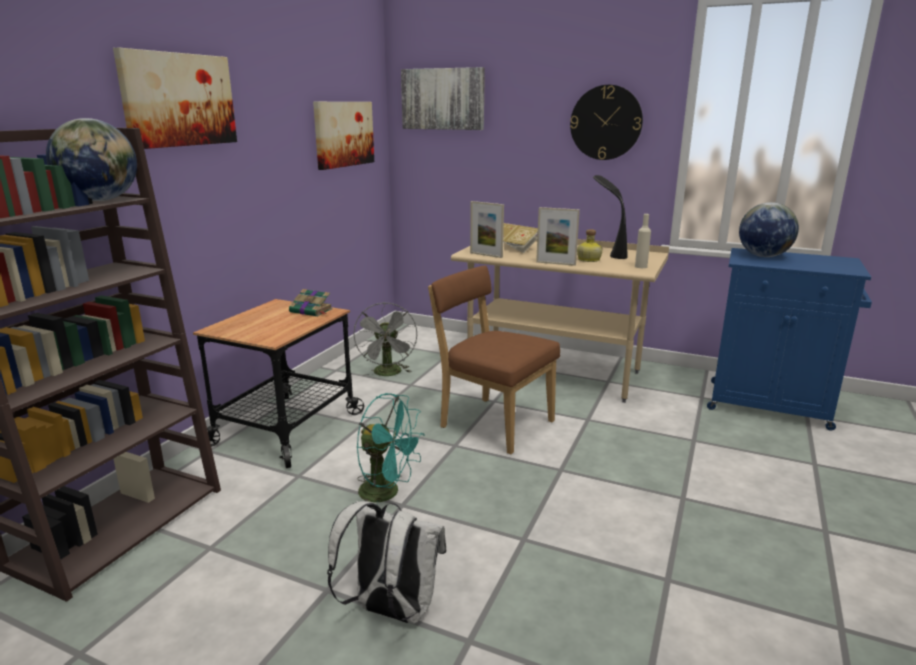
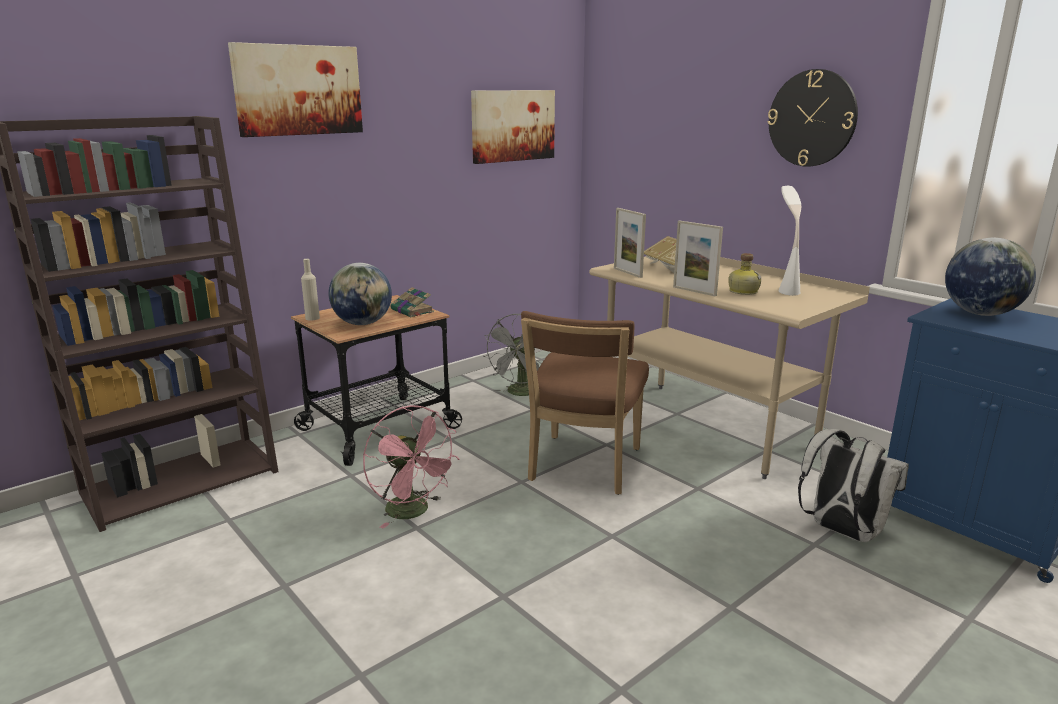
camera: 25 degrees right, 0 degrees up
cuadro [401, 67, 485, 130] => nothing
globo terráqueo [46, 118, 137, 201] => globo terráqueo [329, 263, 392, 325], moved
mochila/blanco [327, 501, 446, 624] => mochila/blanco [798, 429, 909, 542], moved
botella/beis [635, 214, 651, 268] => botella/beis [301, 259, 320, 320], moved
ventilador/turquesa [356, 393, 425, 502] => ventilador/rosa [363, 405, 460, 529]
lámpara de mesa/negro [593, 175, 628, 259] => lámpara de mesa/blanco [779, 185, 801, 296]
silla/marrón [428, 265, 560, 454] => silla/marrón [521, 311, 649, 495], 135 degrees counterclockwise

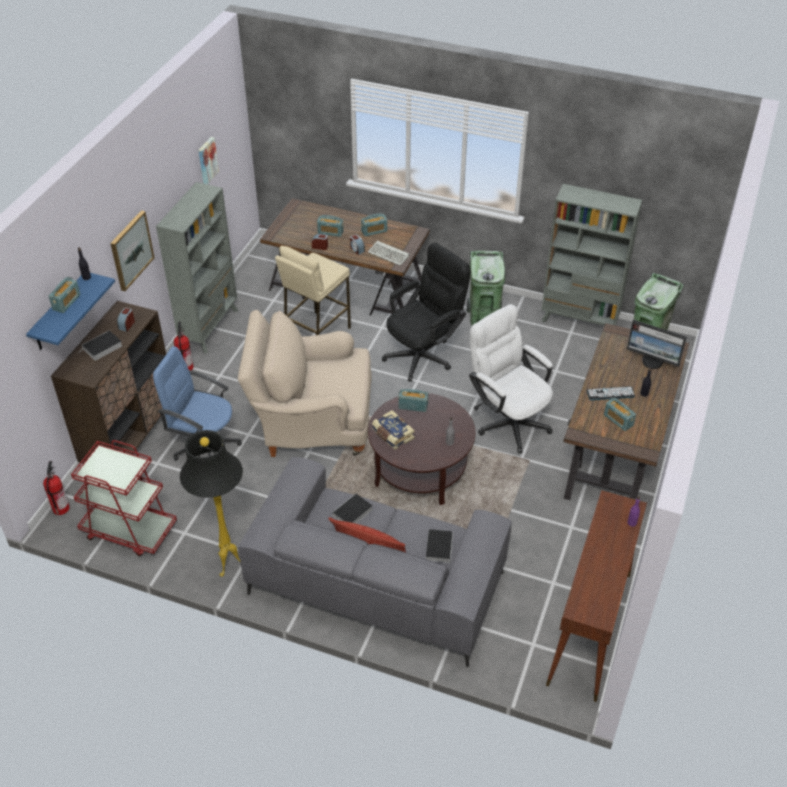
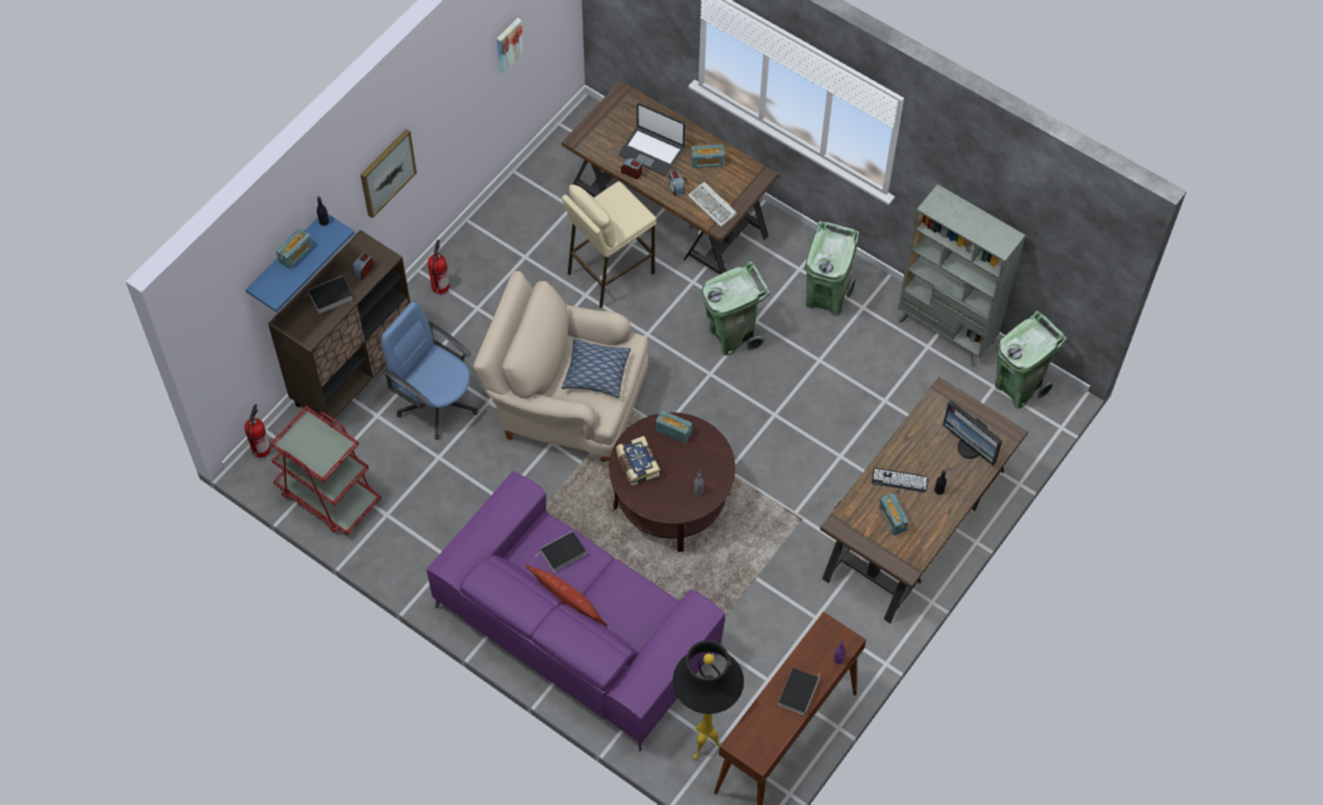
camera: 15 degrees right, 15 degrees up
estantería/gris [156, 182, 238, 354] => nothing
silla de oficina/blanco [469, 304, 553, 453] => nothing
nothing => cojín [562, 339, 631, 398]
lámpara de pie/negro [180, 430, 243, 577] => lámpara de pie/negro [673, 640, 744, 760], moved
libro [426, 529, 453, 563] => libro [778, 668, 820, 715], moved
radio [317, 215, 344, 237] => portátil [619, 103, 685, 176]
silla de oficina/negro [382, 243, 471, 382] => papelera/verde [701, 260, 770, 356]
sofá/gris [238, 457, 512, 667] => sofá/morado [427, 471, 725, 752]

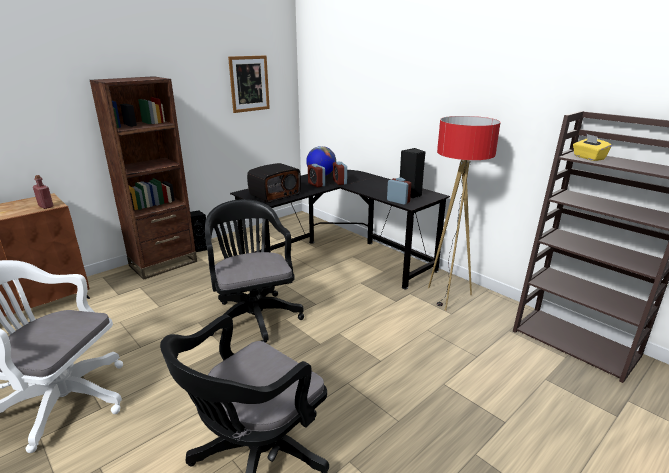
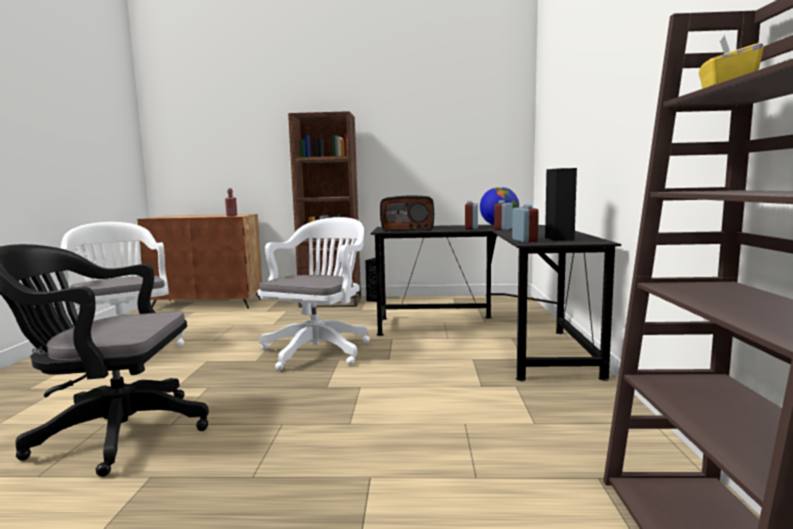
camera: 45 degrees right, 15 degrees down
cuadro [228, 55, 270, 113] => nothing
lámpara de pie [428, 116, 501, 311] => nothing
silla de oficina/negro [205, 199, 304, 343] => silla de oficina/blanco [258, 217, 370, 371]

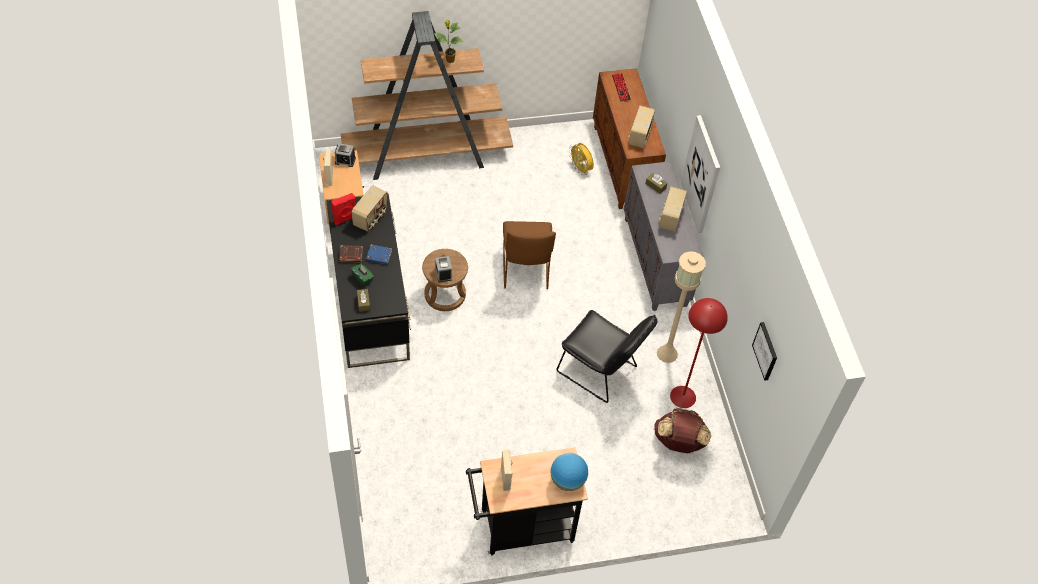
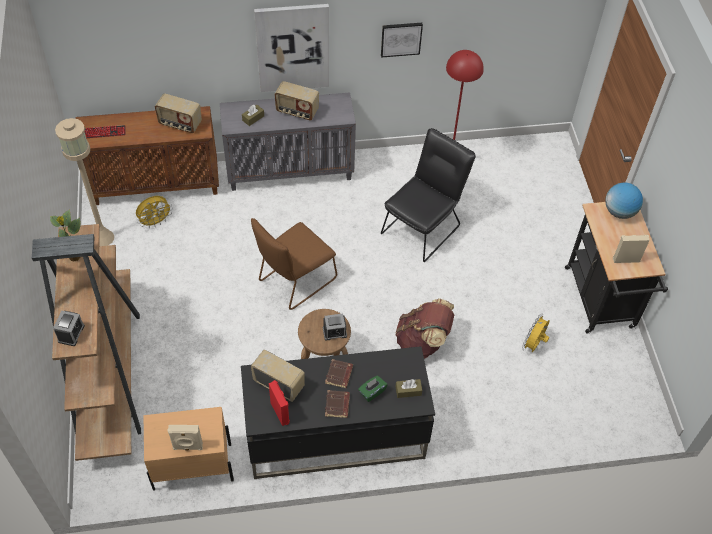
camera: 85 degrees left, 0 degrees up
nothing => ventilador/amarillo [522, 314, 550, 352]
despertador [335, 143, 356, 167] => despertador [53, 311, 85, 346], moved
mochila/marrón [654, 408, 711, 453] => mochila/marrón [395, 299, 454, 359], moved
lámpara de pie/beis [657, 251, 706, 363] => lámpara de pie/beis [55, 118, 114, 246], moved
cuadro [752, 322, 777, 381] => cuadro [381, 23, 423, 58], moved
libro/azul [366, 245, 392, 264] => libro/marrón [325, 359, 353, 388]
silla/marrón [503, 221, 556, 289] => silla/marrón [251, 218, 337, 310], 135 degrees clockwise

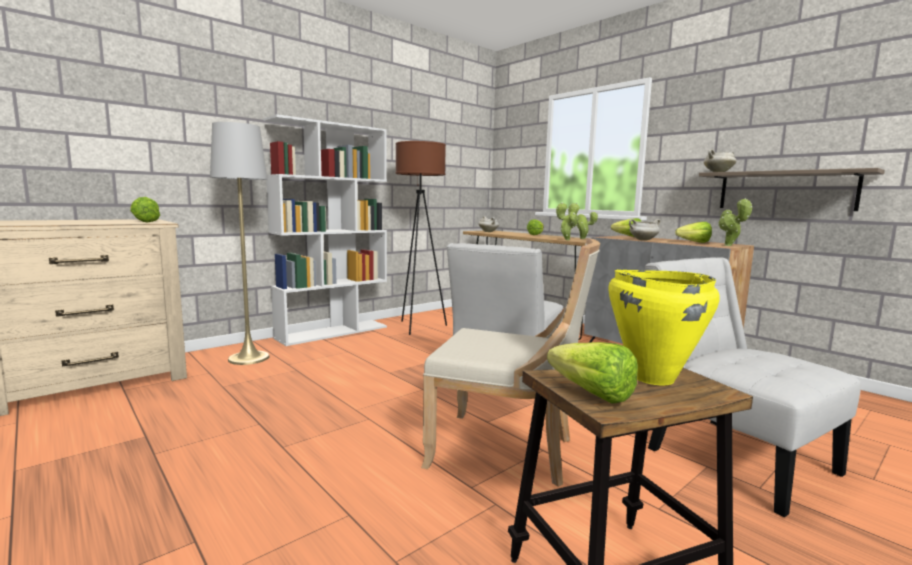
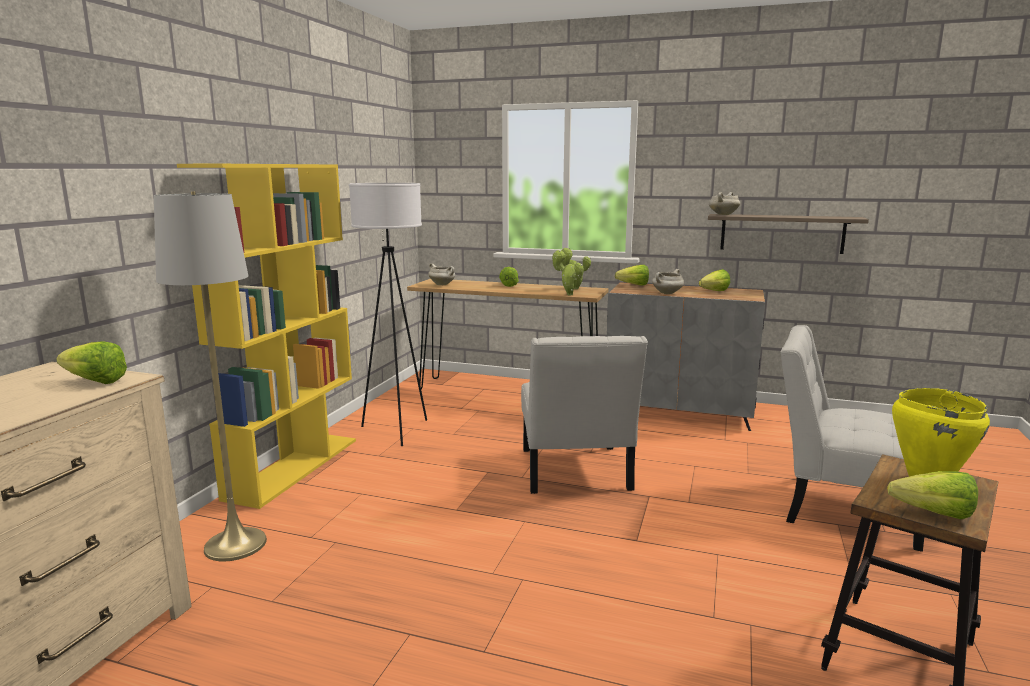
camera: 30 degrees left, 5 degrees up
silla/beis [421, 238, 600, 487] => nothing
planta en maceta [718, 198, 752, 246] => nothing
estantería/blanco [264, 114, 387, 346] => estantería/amarillo [177, 164, 356, 509]
lámpara de pie/marrón [396, 141, 447, 335] => lámpara de pie/blanco [349, 183, 427, 446]

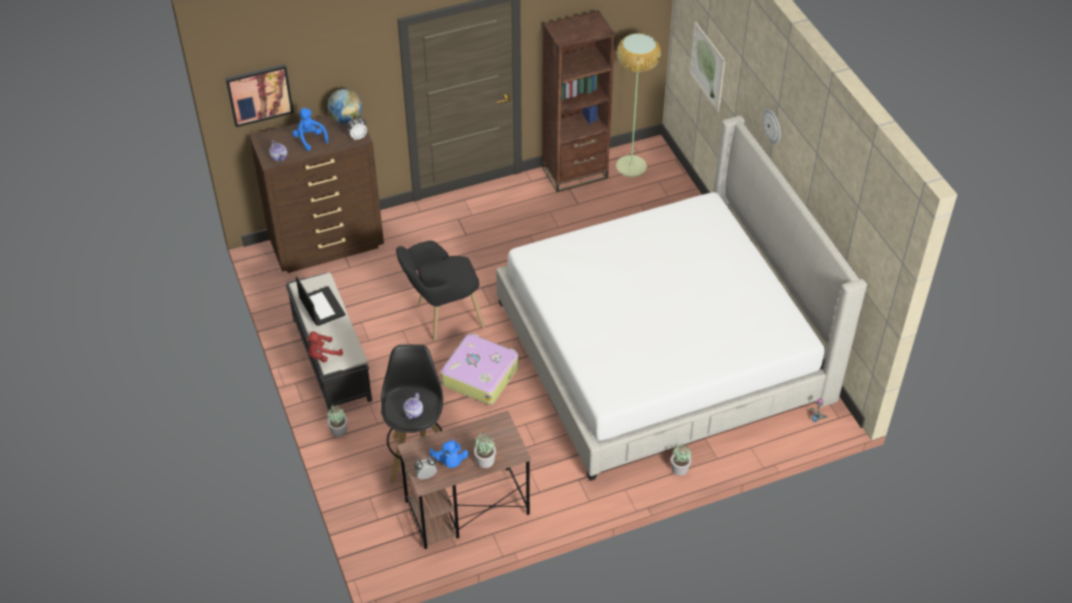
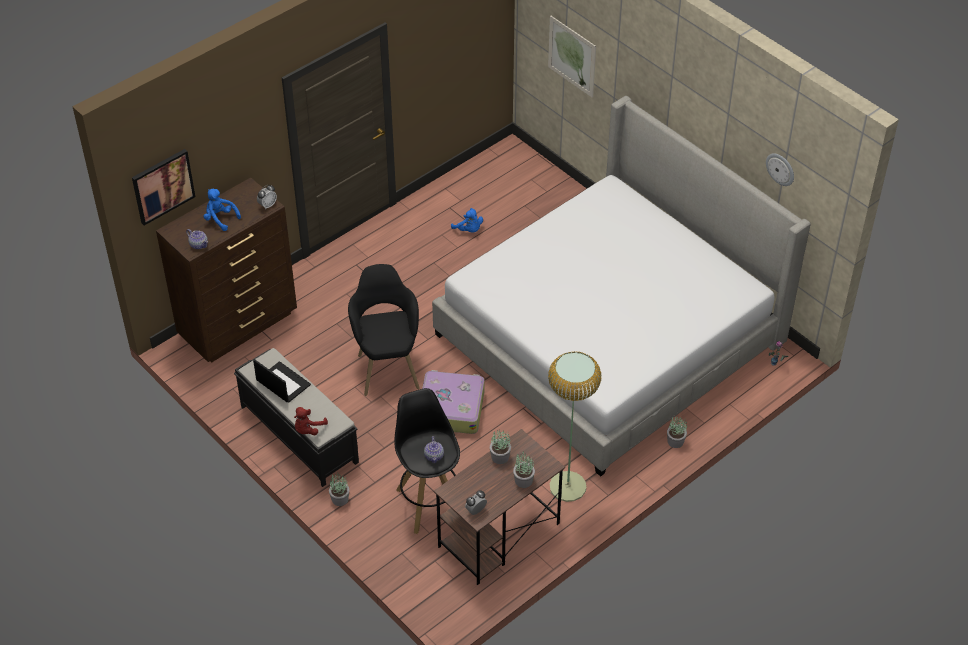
camera: 20 degrees left, 0 degrees up
globo terráqueo [327, 89, 362, 124] => nothing
estantería/marrón [542, 10, 615, 192] => nothing
nothing => planta en maceta [490, 430, 511, 464]
peluche/azul [430, 439, 469, 468] => peluche/azul [451, 208, 483, 233], moved
lámpara de pie [616, 33, 661, 177] => lámpara de pie [548, 351, 601, 502], moved
reloj de pared [763, 109, 781, 144] => reloj de pared [766, 153, 794, 186], moved
sillón/negro [396, 241, 485, 341] => sillón/negro [348, 264, 420, 396], 120 degrees clockwise

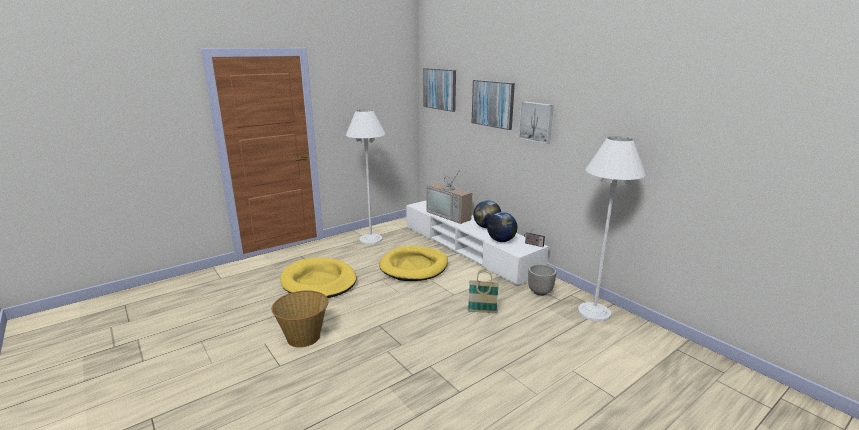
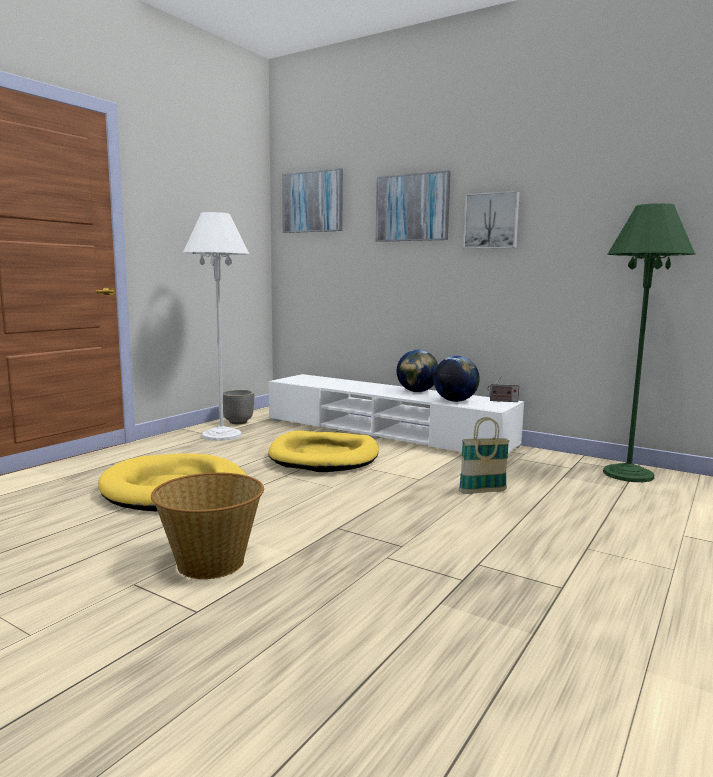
camera: 20 degrees left, 10 degrees down
televisor [427, 162, 472, 224] => nothing
maceta [528, 264, 556, 296] => maceta [223, 390, 254, 424], moved
lámpara de pie/blanco [578, 137, 646, 321] => lámpara de pie/verde [603, 203, 695, 482]

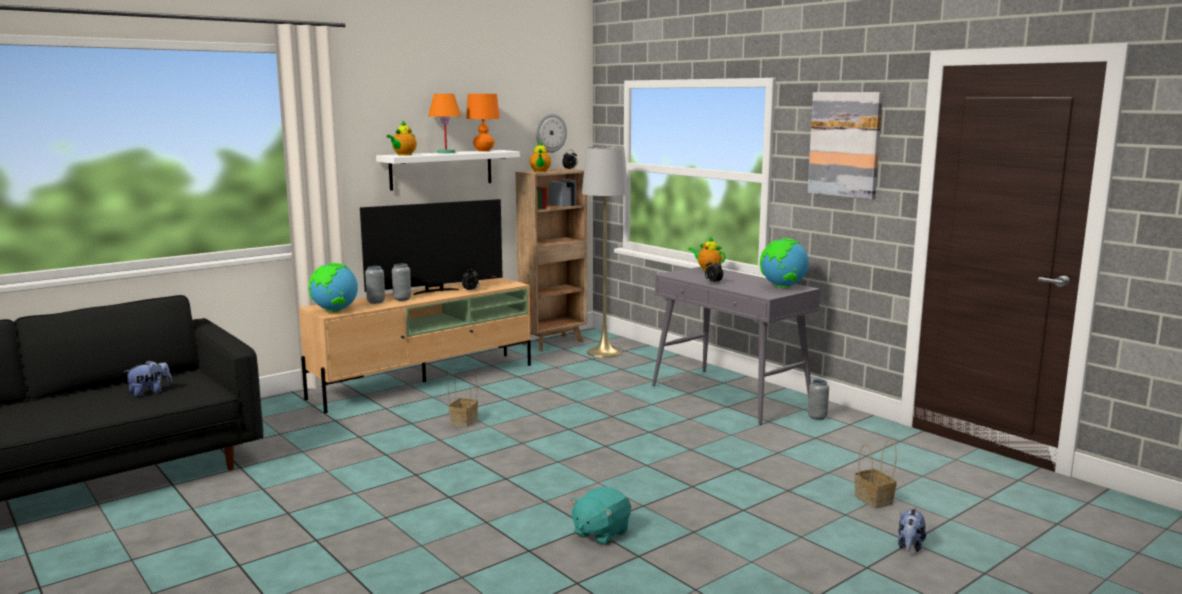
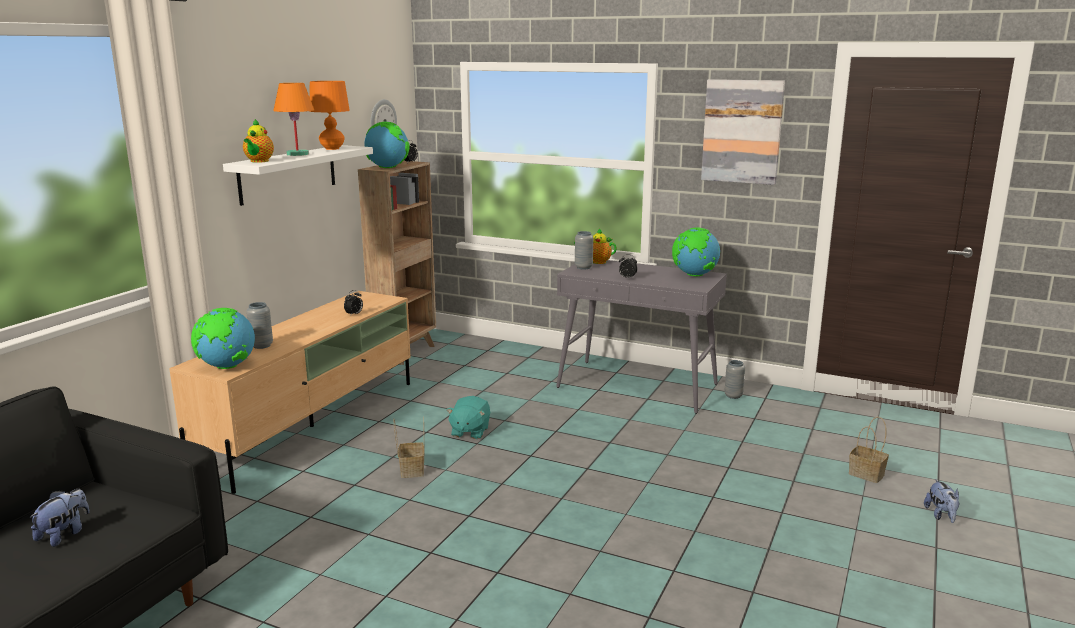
camera: 25 degrees left, 5 degrees up
televisor [360, 199, 503, 295] => nothing
lámpara de pie/gris [582, 146, 628, 358] => nothing
florero/gris [392, 264, 411, 301] => florero/gris [575, 231, 593, 269], moved
peluche/turquesa [570, 487, 631, 545] => peluche/turquesa [446, 396, 490, 439], moved
tetera [530, 141, 551, 172] => globo terráqueo [364, 122, 410, 168]

